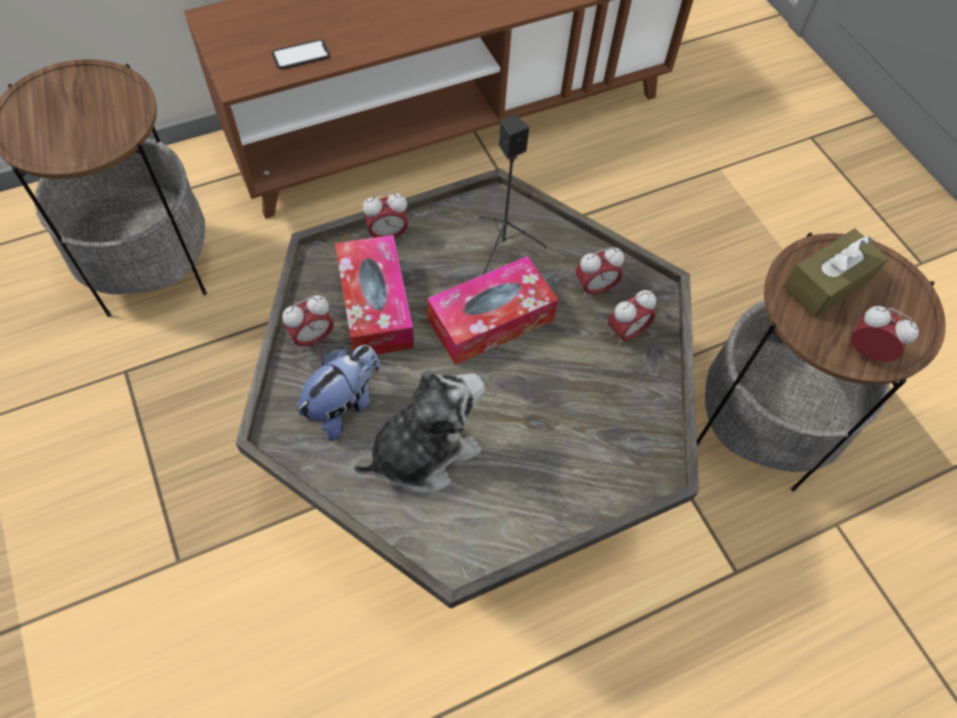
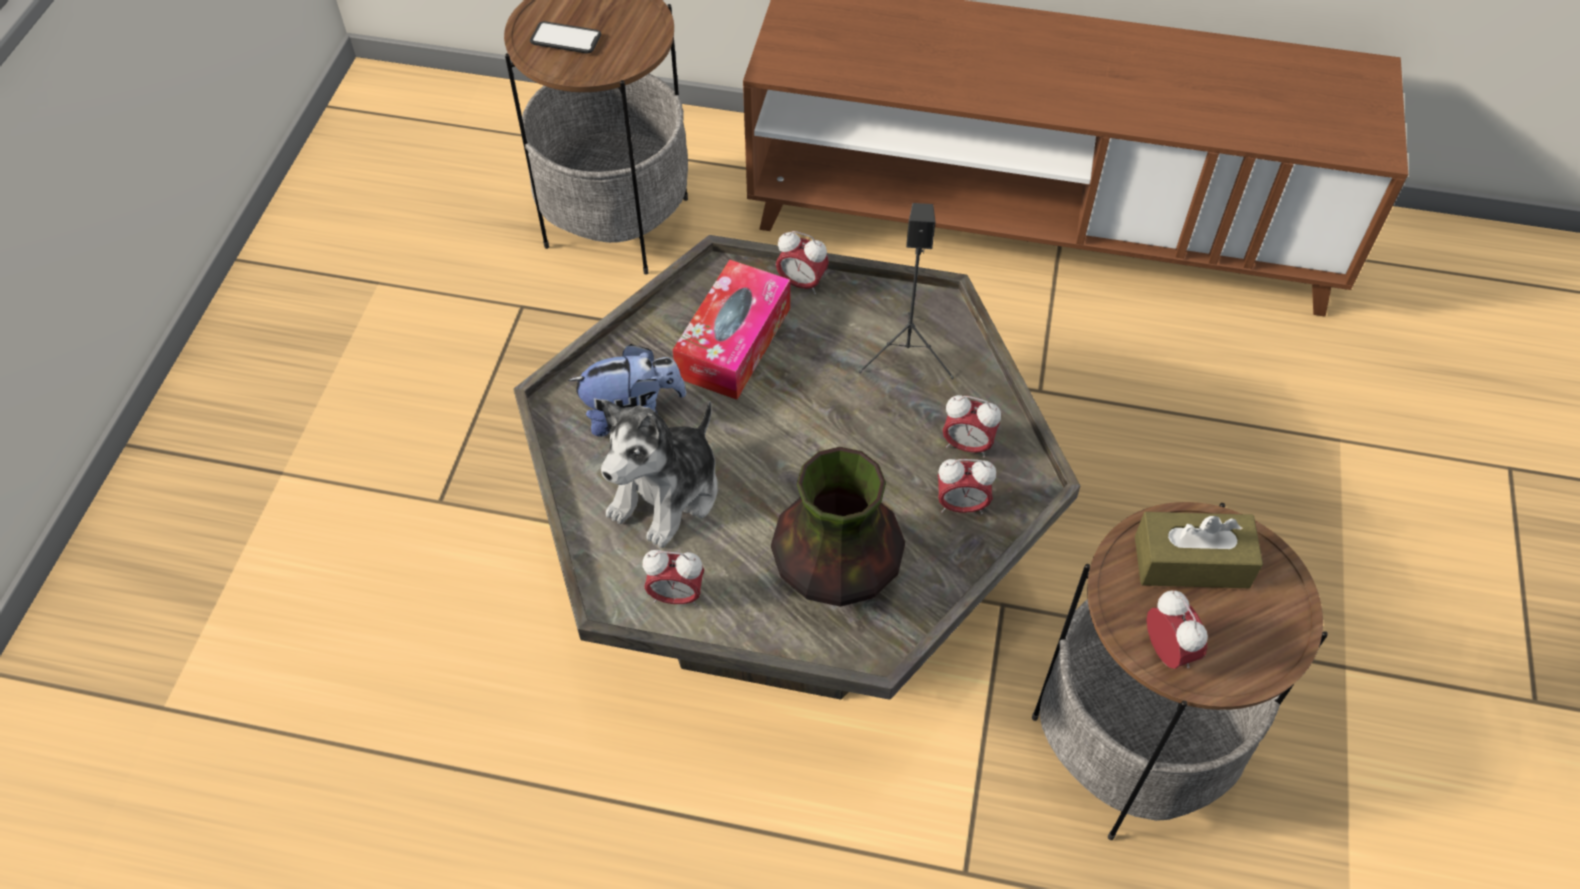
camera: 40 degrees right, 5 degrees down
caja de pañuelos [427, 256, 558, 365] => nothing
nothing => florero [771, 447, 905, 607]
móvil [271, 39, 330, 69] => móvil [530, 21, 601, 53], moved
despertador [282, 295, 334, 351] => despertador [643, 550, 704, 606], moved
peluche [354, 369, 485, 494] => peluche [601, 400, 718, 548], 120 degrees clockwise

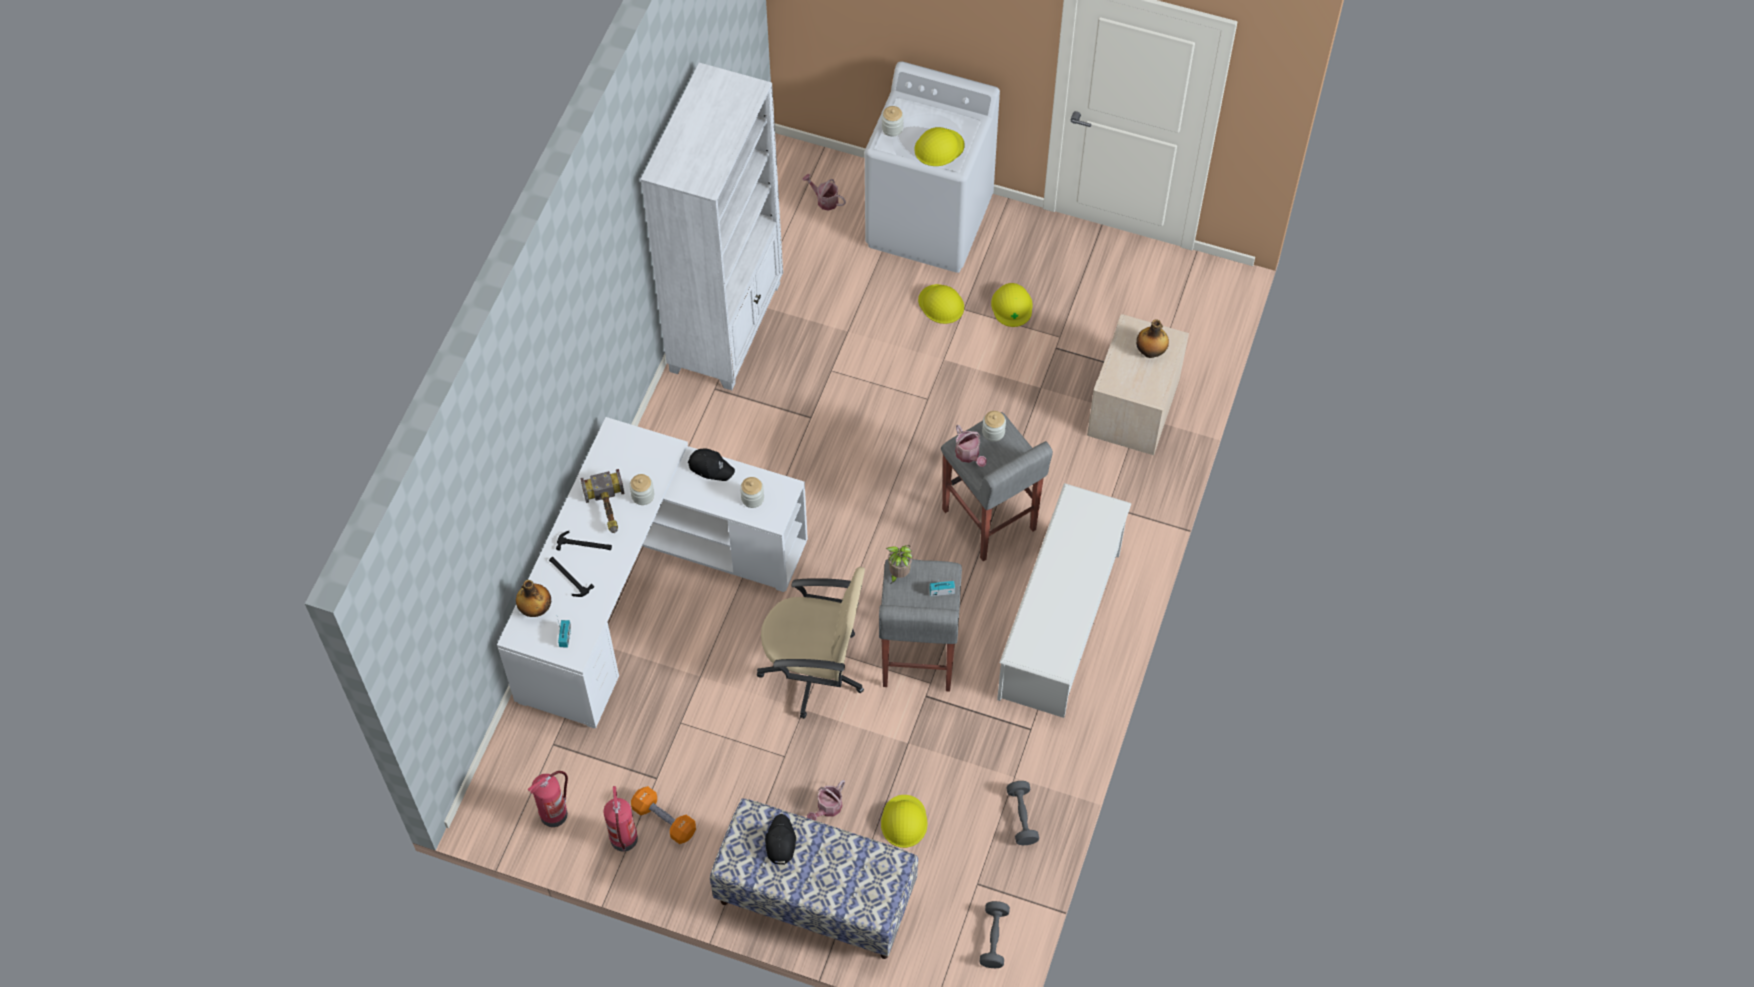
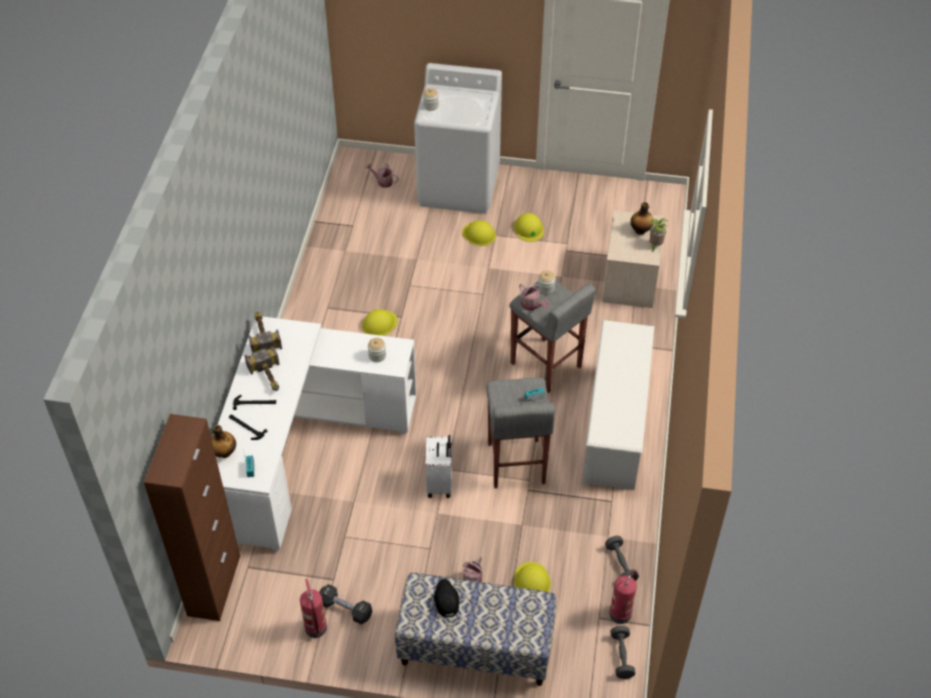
camera: 10 degrees left, 10 degrees down
tarro [629, 474, 654, 505] => nothing
estantería/blanco [641, 62, 783, 390] => nothing
gorra/negro [688, 449, 735, 481] => nothing
nothing => armario/marrón [144, 414, 240, 621]
nothing => martillo [248, 312, 282, 353]
extintor [528, 771, 568, 827] => extintor [609, 571, 637, 624], moved
planta en maceta [886, 545, 912, 584] => planta en maceta [650, 218, 667, 252], moved
casco/amarillo [914, 127, 965, 166] => casco/amarillo [362, 309, 398, 336], moved
silla de oficina/beis [757, 567, 865, 719] => maleta/blanco [426, 435, 452, 498]
mancuerna/naranja [631, 786, 696, 844] => mancuerna/negro [319, 584, 372, 624]

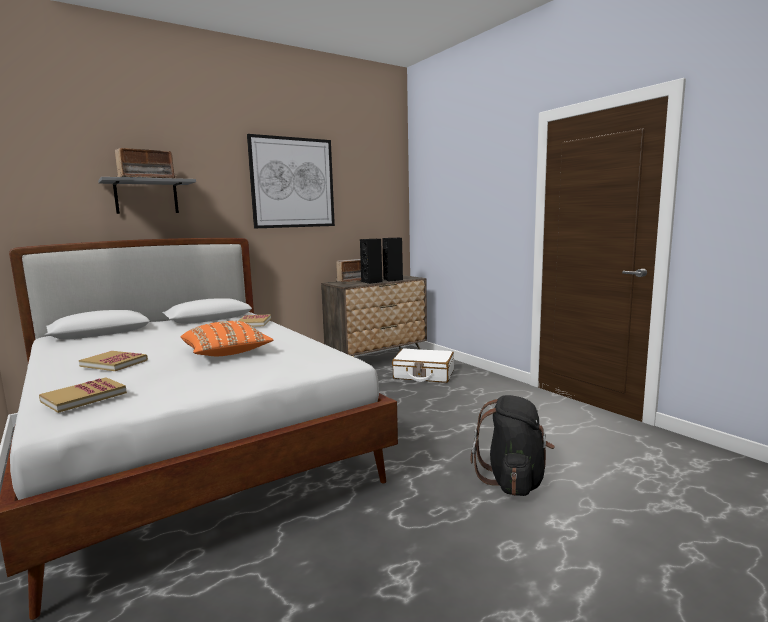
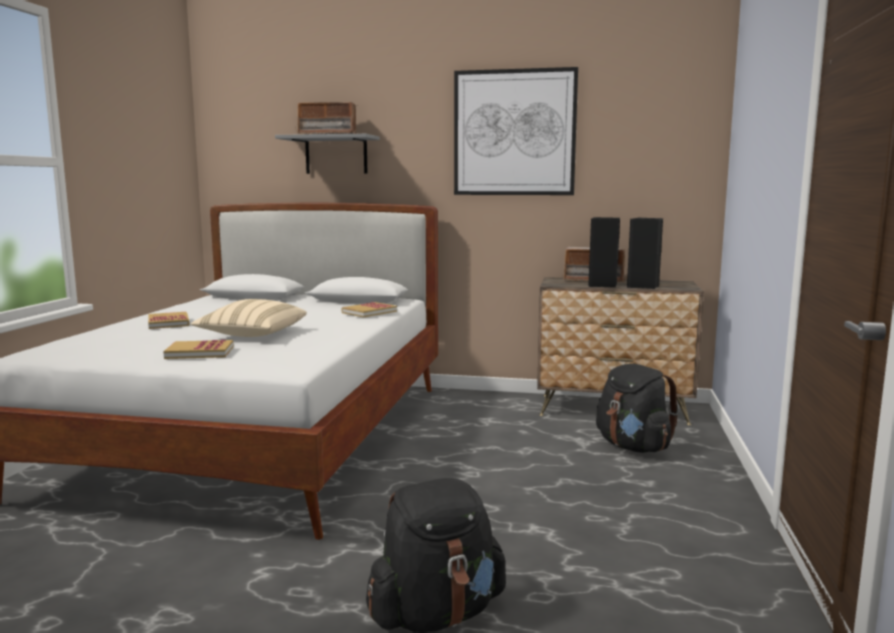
camera: 45 degrees right, 0 degrees up
libro [39, 377, 127, 413] => libro [163, 339, 233, 359], moved
maleta/blanco [392, 348, 454, 383] => mochila/negro [596, 364, 680, 453]
cojín/naranja [180, 321, 274, 356] => cojín/beis [191, 299, 307, 337]

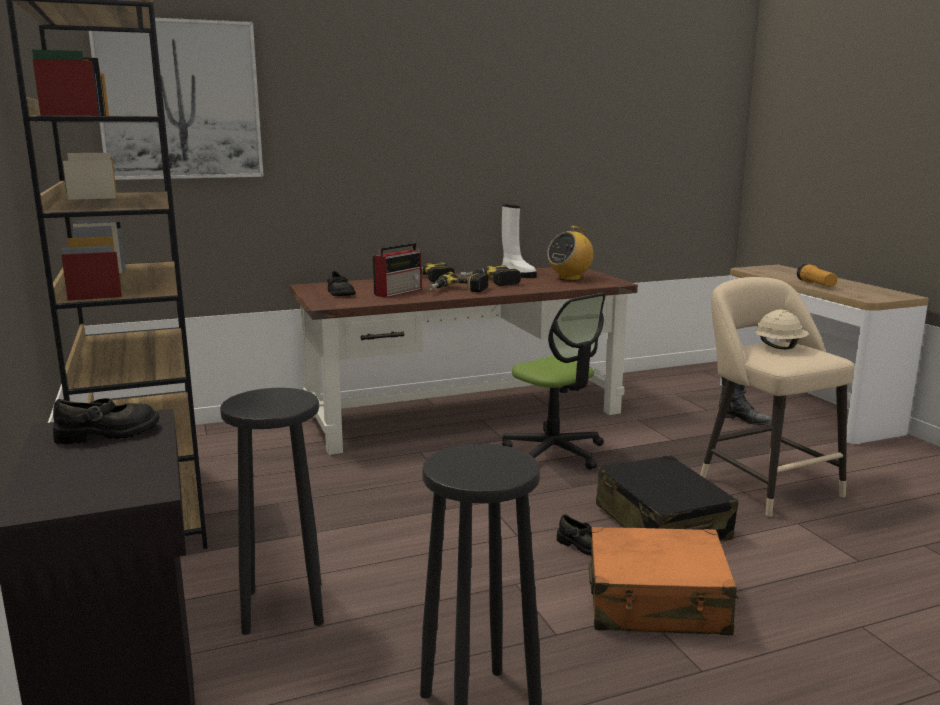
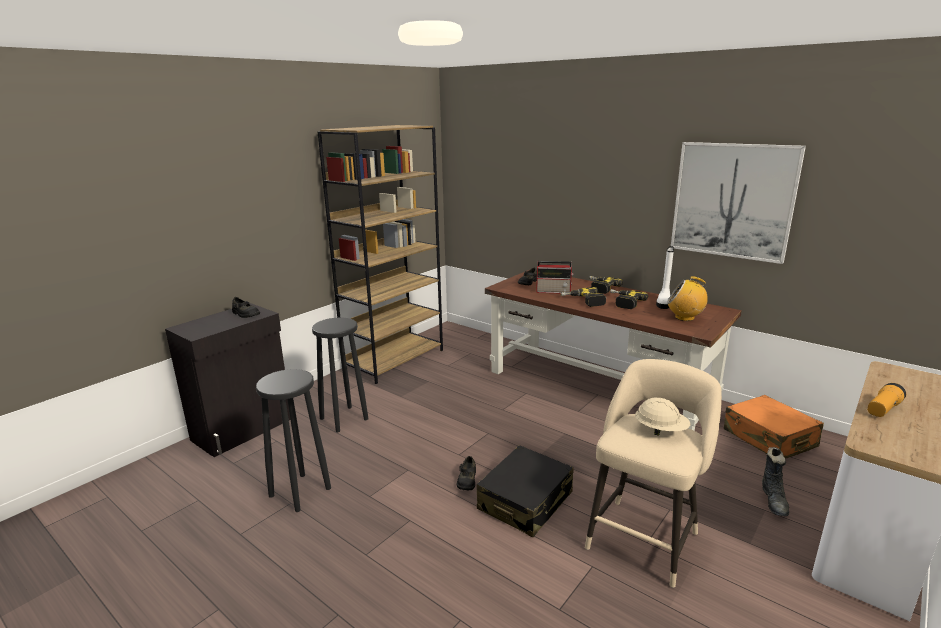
camera: 60 degrees right, 5 degrees up
silla de oficina [502, 293, 606, 470] => nothing
cuadro [89, 18, 264, 180] => cuadro [671, 142, 806, 264], moved
maleta/naranja [589, 527, 739, 635] => maleta/naranja [724, 395, 824, 459], moved

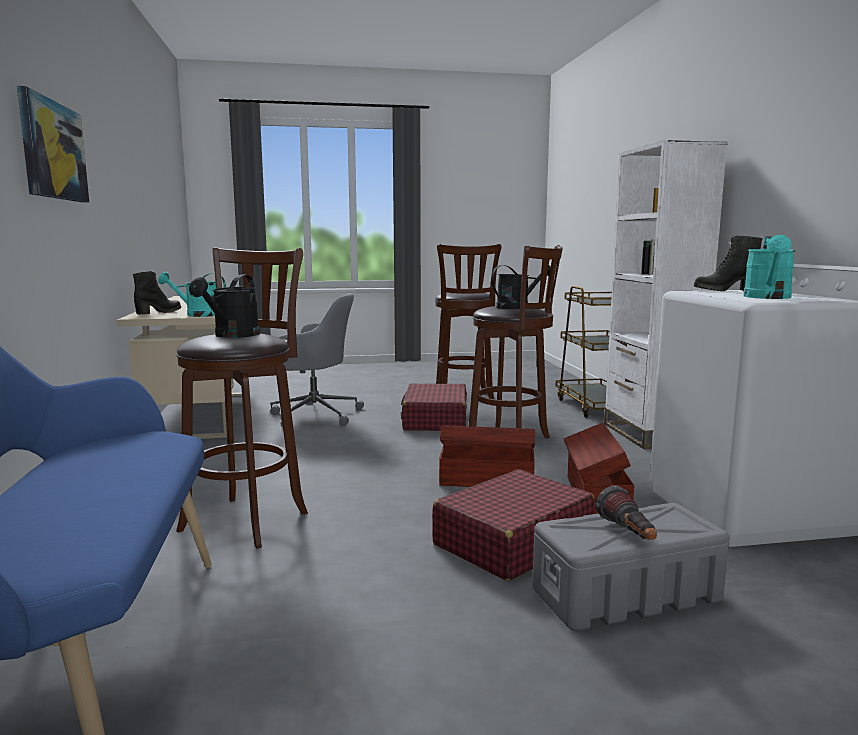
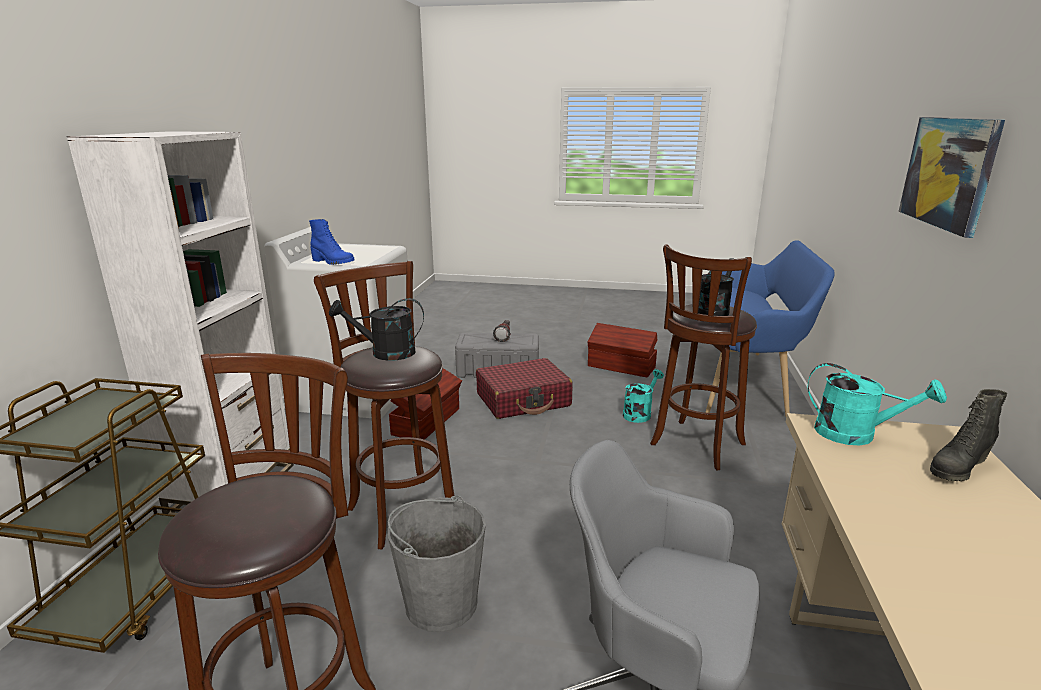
camera: 160 degrees left, 10 degrees up
caja de almacenaje/marrón [439, 425, 535, 487] => caja de almacenaje/marrón [587, 323, 657, 377], moved
regadera/turquesa [743, 235, 795, 299] => regadera/turquesa [623, 369, 664, 423], moved
maleta/rojo [401, 383, 467, 431] => cubo/gris [388, 495, 486, 632]
bota/negro [694, 235, 763, 291] => bota/azul [309, 219, 355, 265]

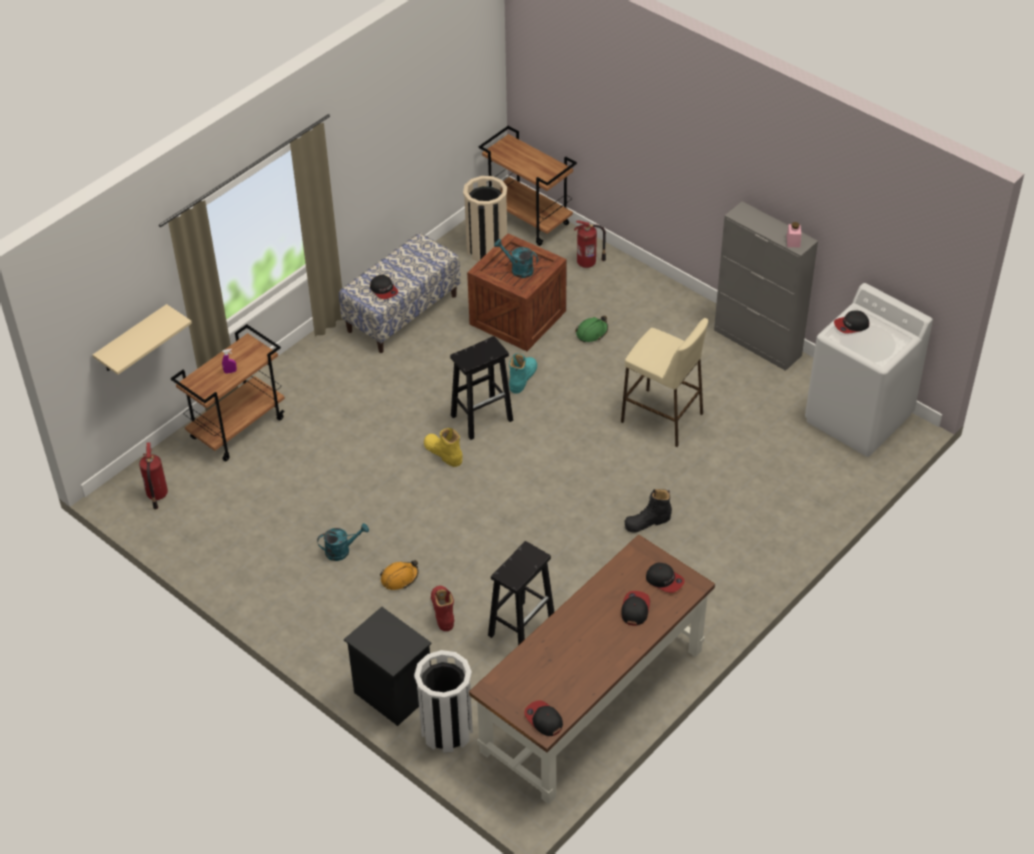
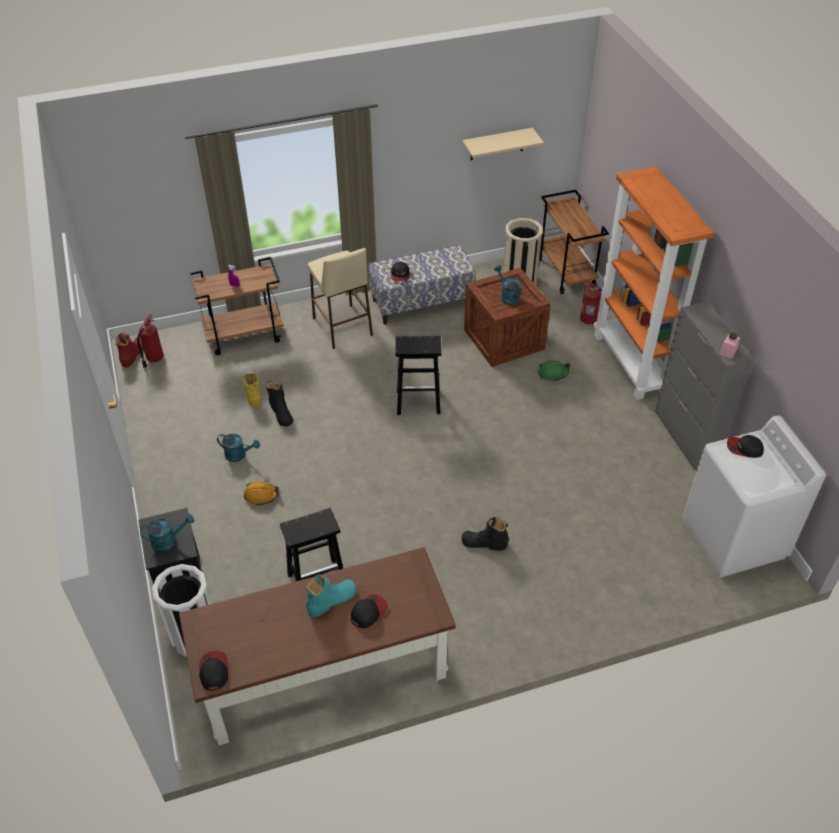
camera: 30 degrees right, 0 degrees up
gorra [646, 563, 685, 593] => nothing
nothing => regadera/turquesa [140, 514, 194, 552]
nothing => bota/negro [266, 381, 293, 427]
nothing => estantería/naranja [594, 166, 714, 400]
estante/beis [93, 304, 192, 375] => estante/beis [463, 128, 544, 160], moved
bota/amarillo [424, 428, 462, 467] => bota/amarillo [243, 372, 261, 407], moved
bota/rojo [431, 586, 454, 631] => bota/rojo [115, 333, 144, 367], moved
bota/turquesa [509, 353, 537, 394] => bota/turquesa [306, 574, 356, 617], moved
taburete/beis [621, 318, 708, 447] => taburete/beis [308, 248, 373, 349], moved

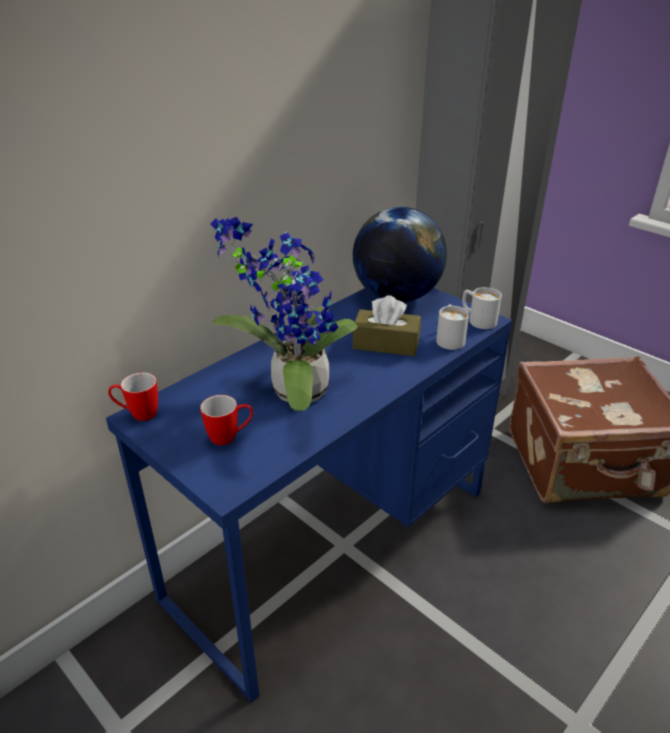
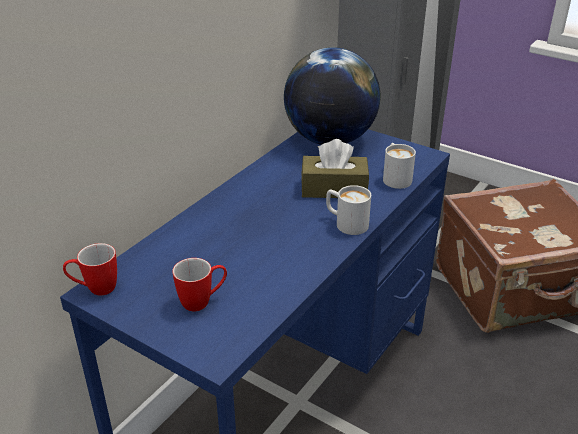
camera: 10 degrees left, 0 degrees up
planta en maceta [210, 217, 358, 411] => nothing
taza grande/blanco [462, 287, 502, 329] => taza grande/blanco [326, 185, 371, 235], moved

